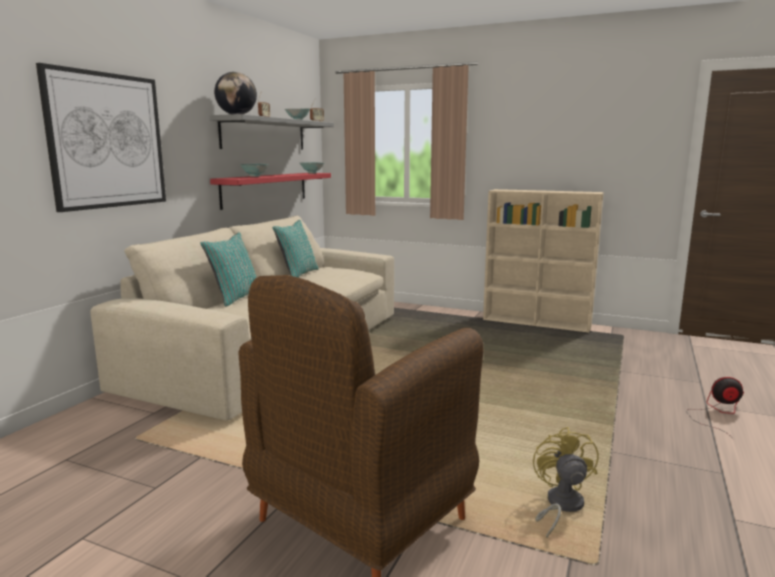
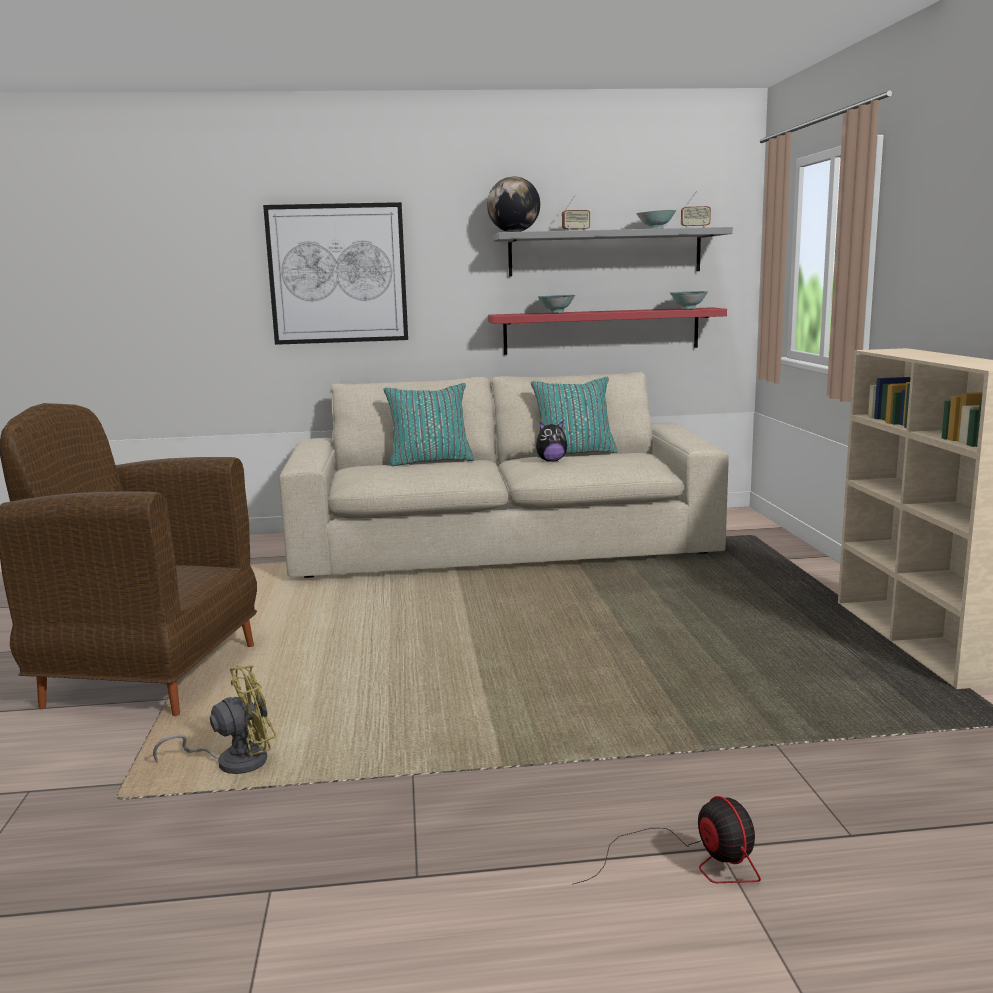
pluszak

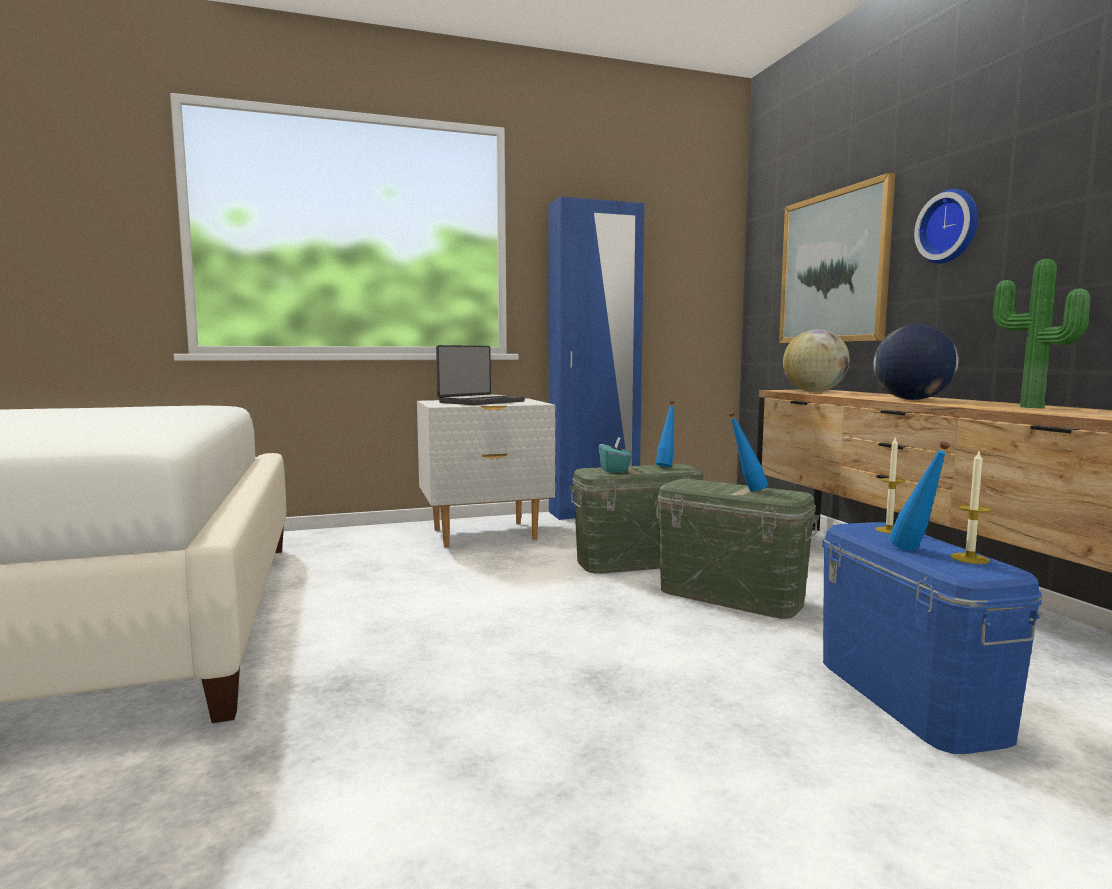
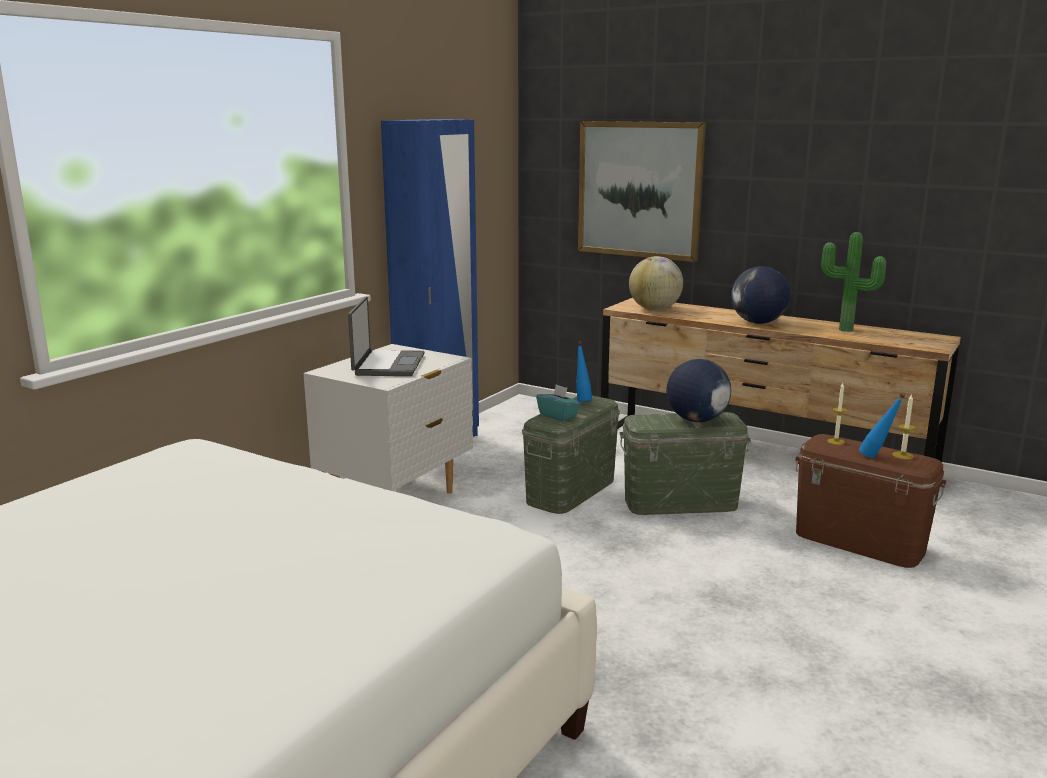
globus (no. 2 from left)
pojemnik do przechowywania (brązowy)
zegar ścienny

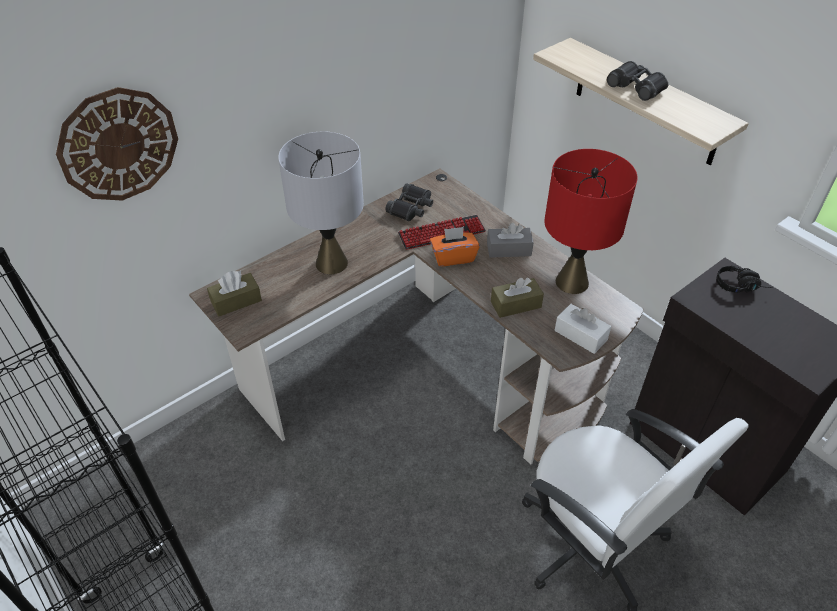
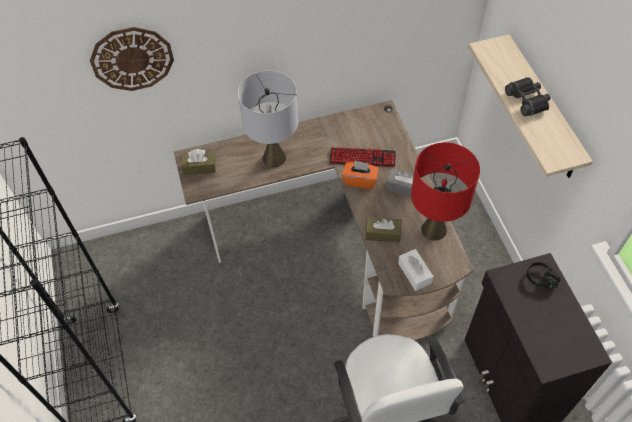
lornetka (czarny) (no. 1 from left in the first image)

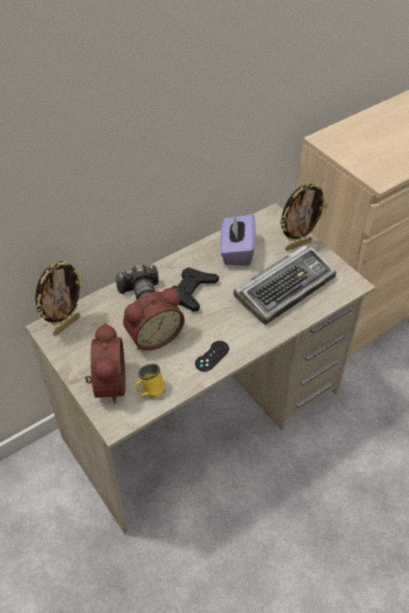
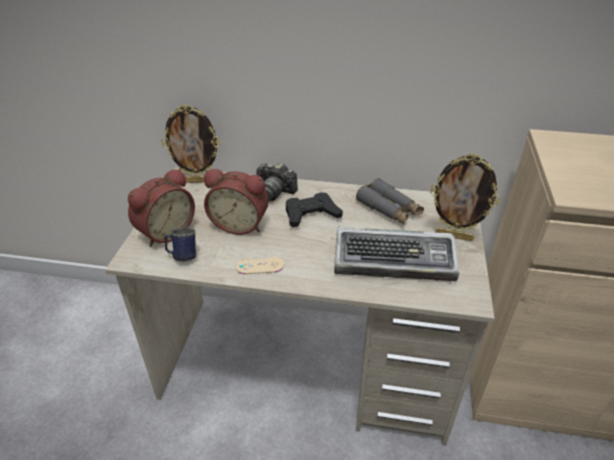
kubek (niebieski)
pad do gier (beżowy)
lornetka (szary)

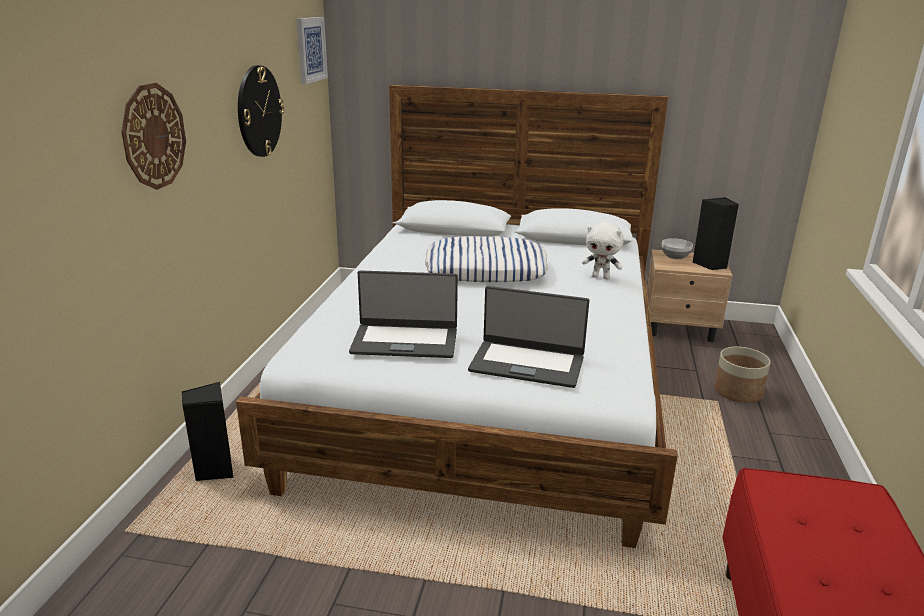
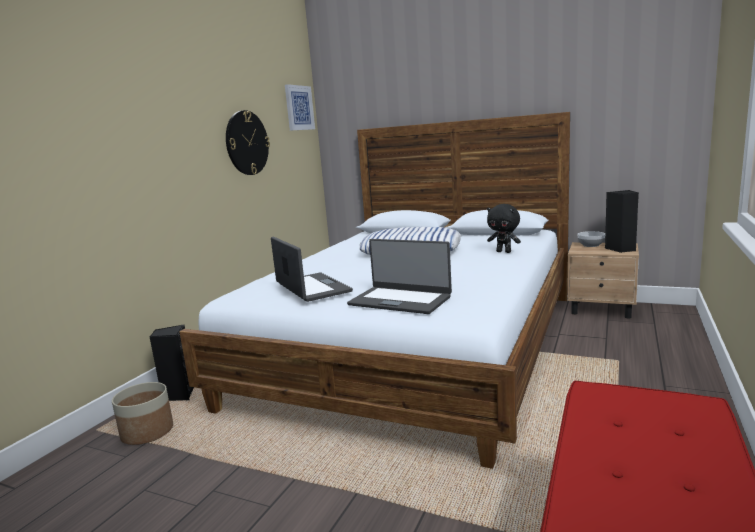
donica
laptop (no. 1 from left)
pluszak (czarny)
zegar ścienny (no. 1 from left in the first image)

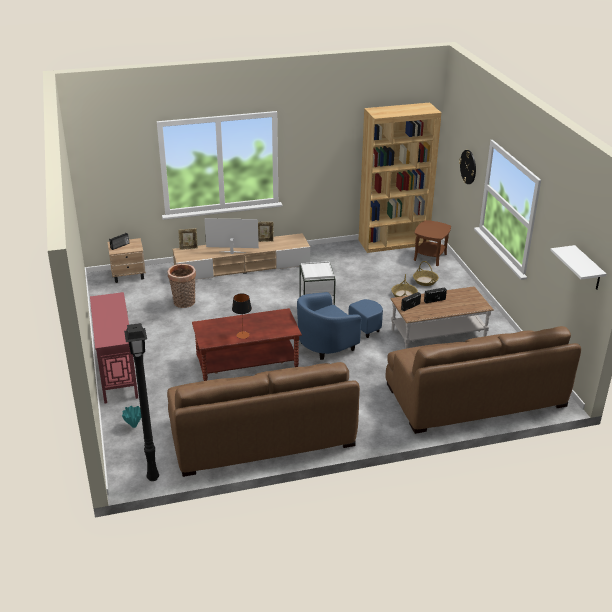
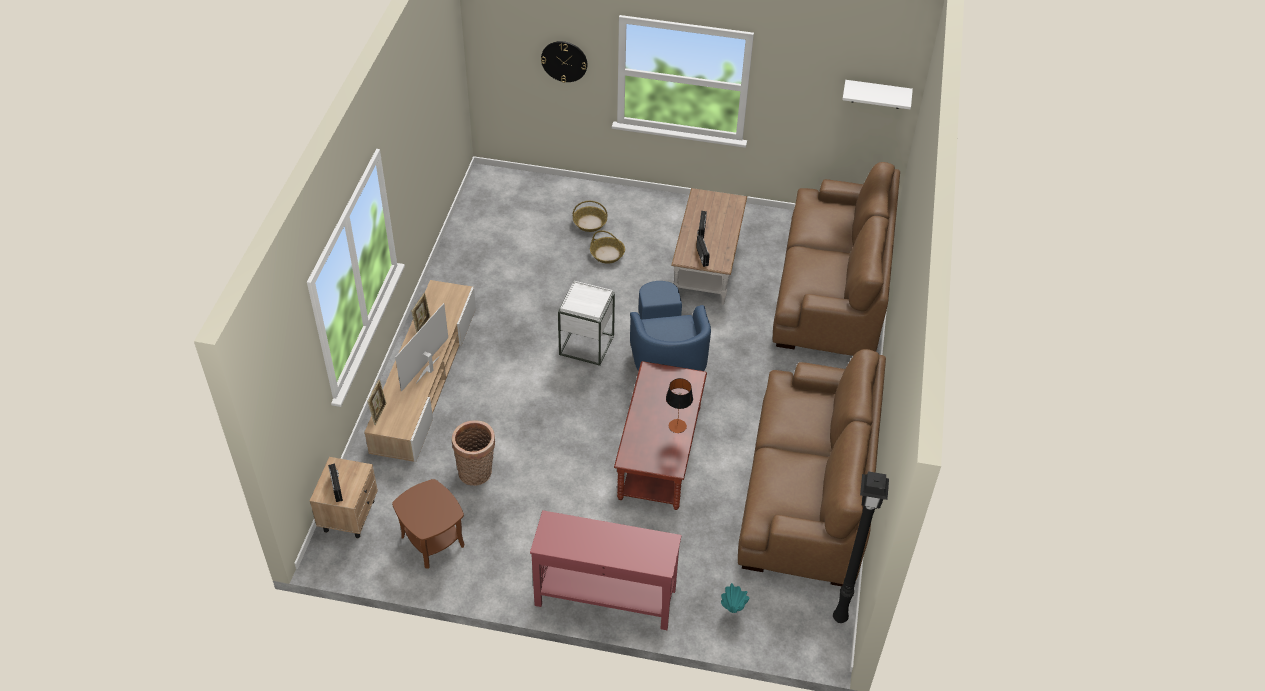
stolik (brązowy)
regał (brązowy)

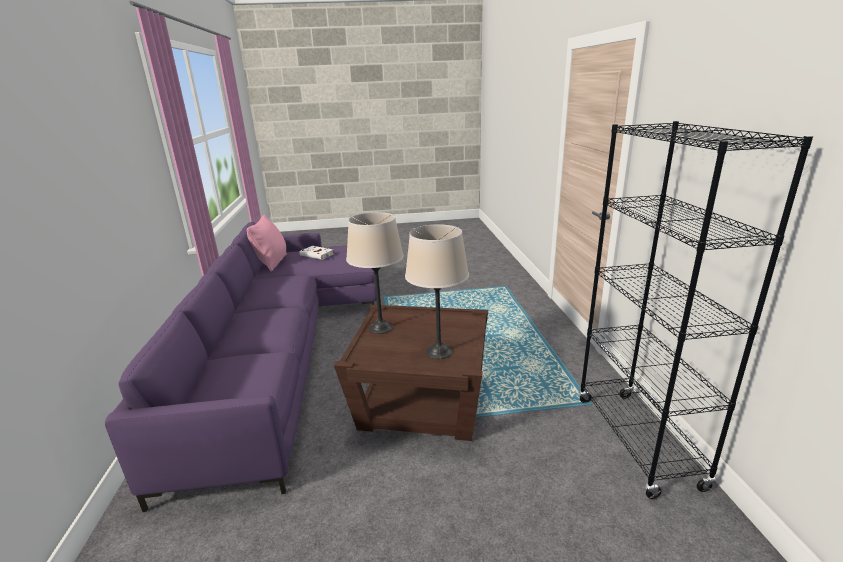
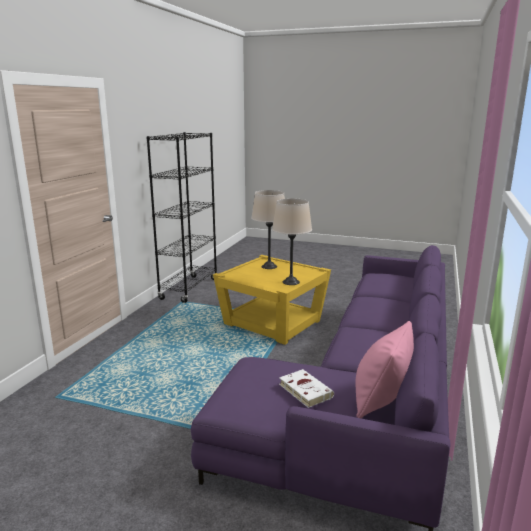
stolik (żółty)

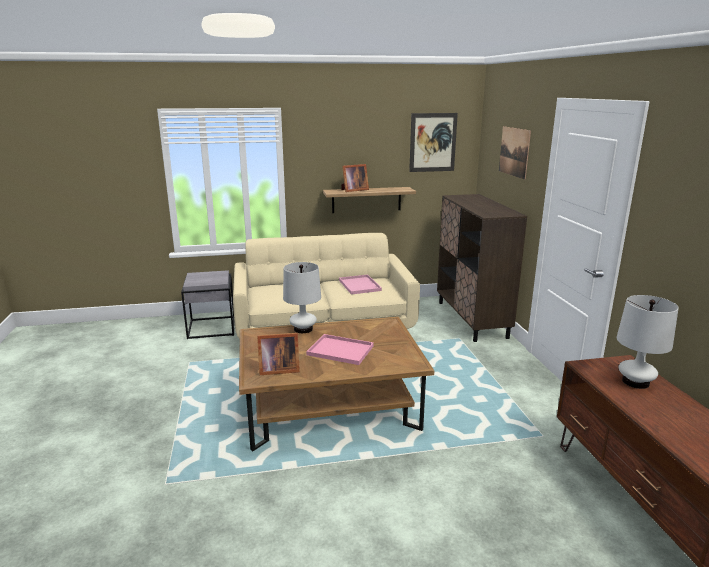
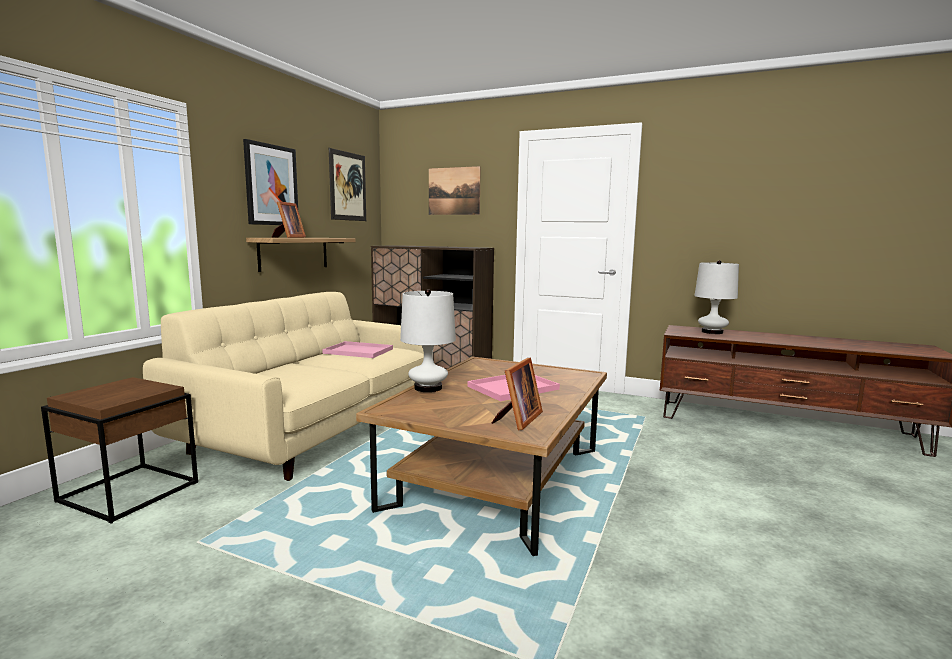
stolik (brązowy)
obraz (no. 1 from left)

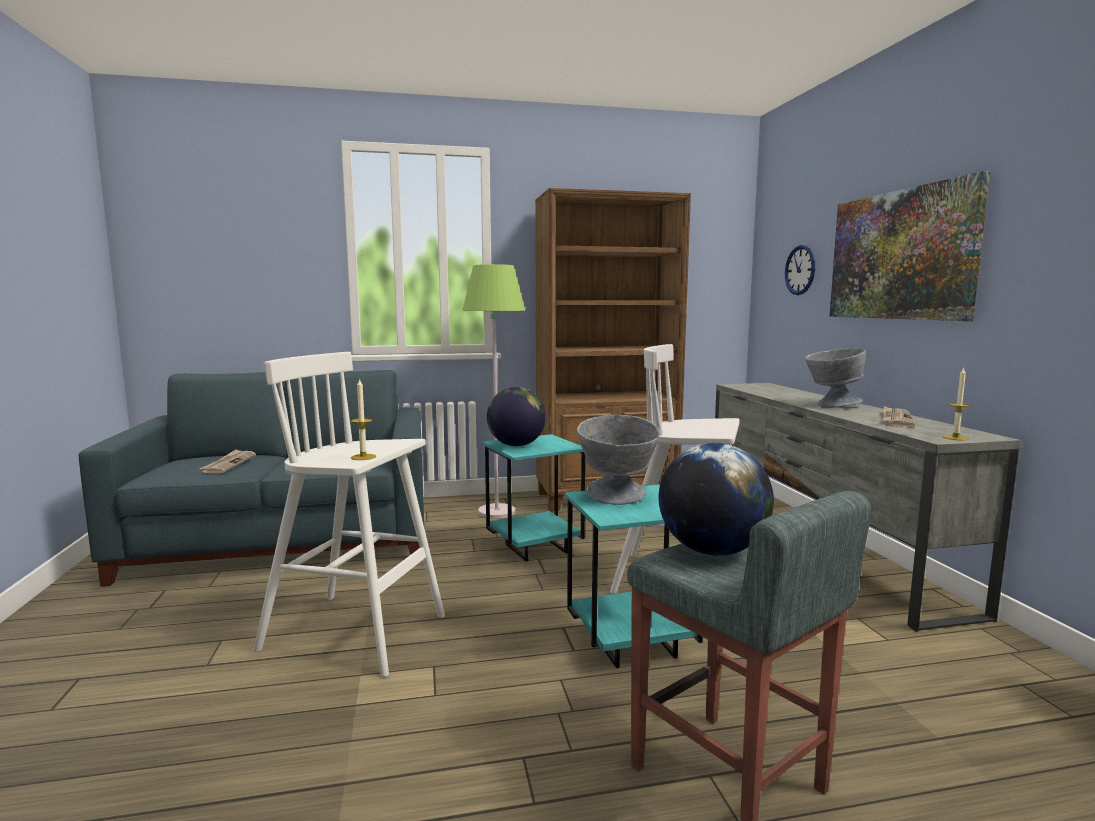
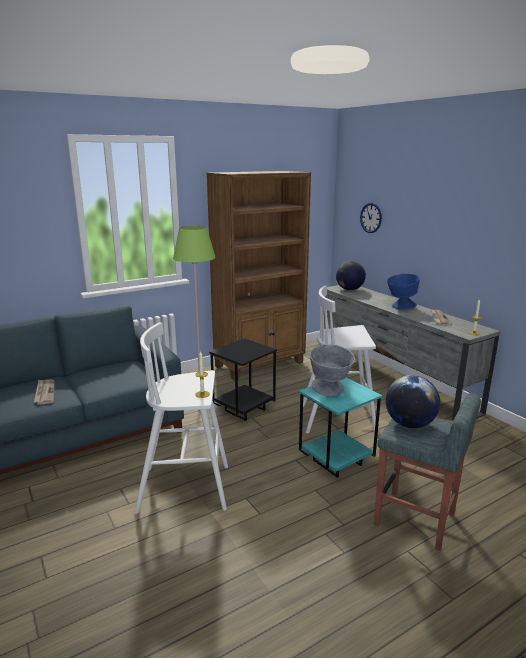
stolik (czarny)
globus (no. 1 from left)
miska (niebieski)
obraz

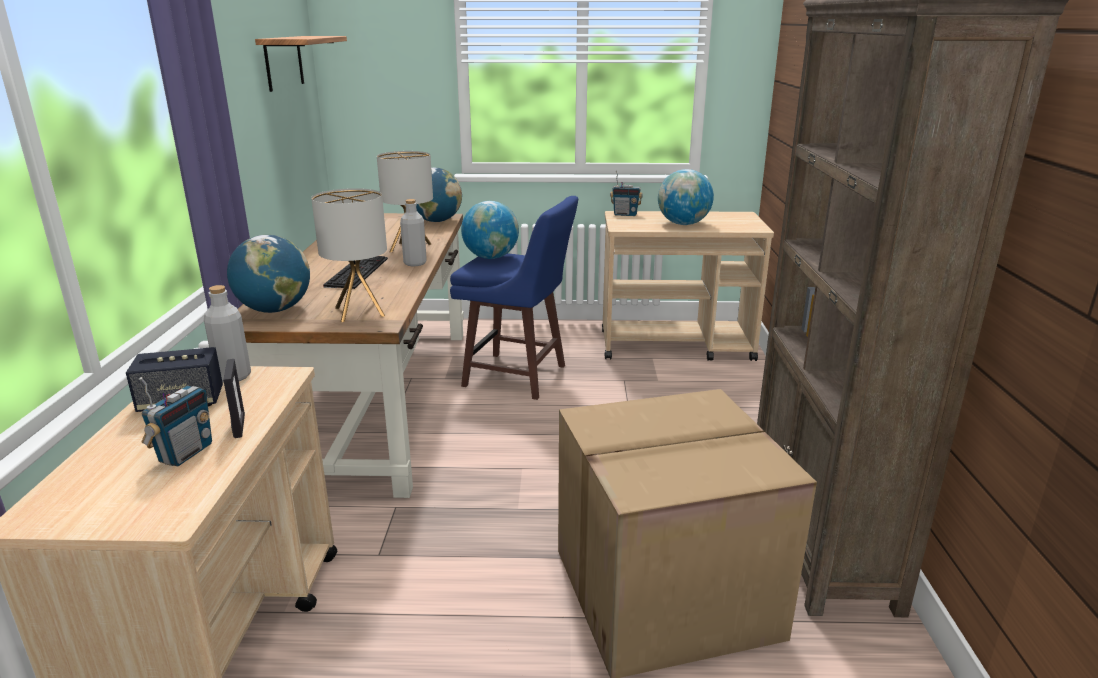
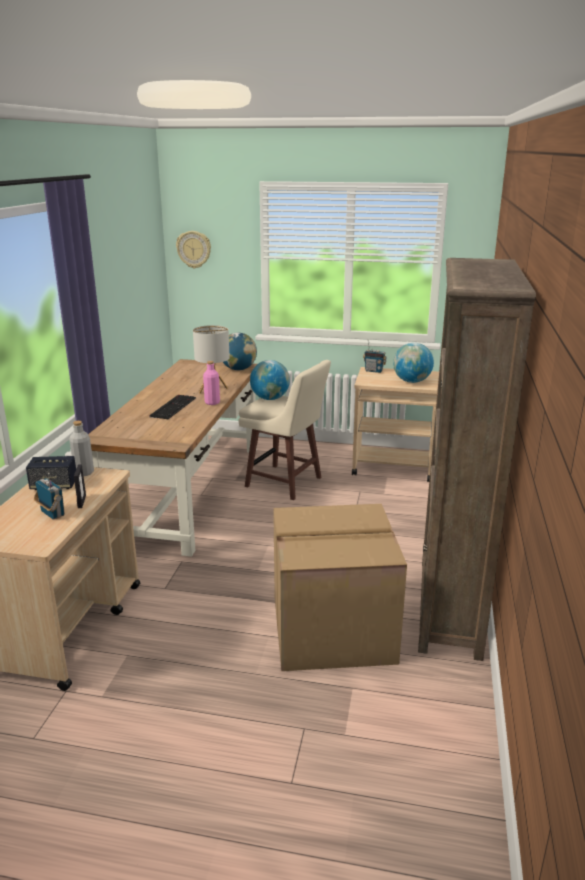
radio (no. 1 from left)
zegar ścienny
butelka (różowy)
stołek (beżowy)
globus (no. 1 from left in the first image)
półka
lampa stołowa (no. 1 from left in the first image)

